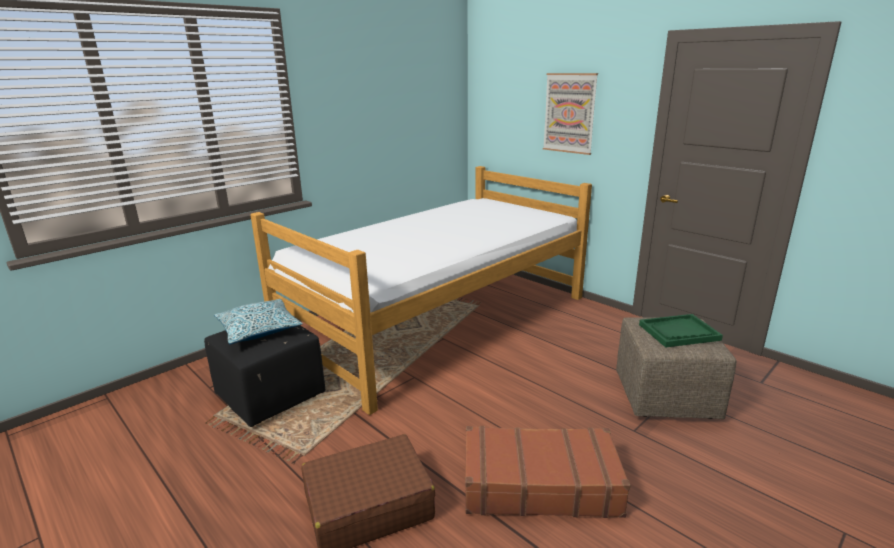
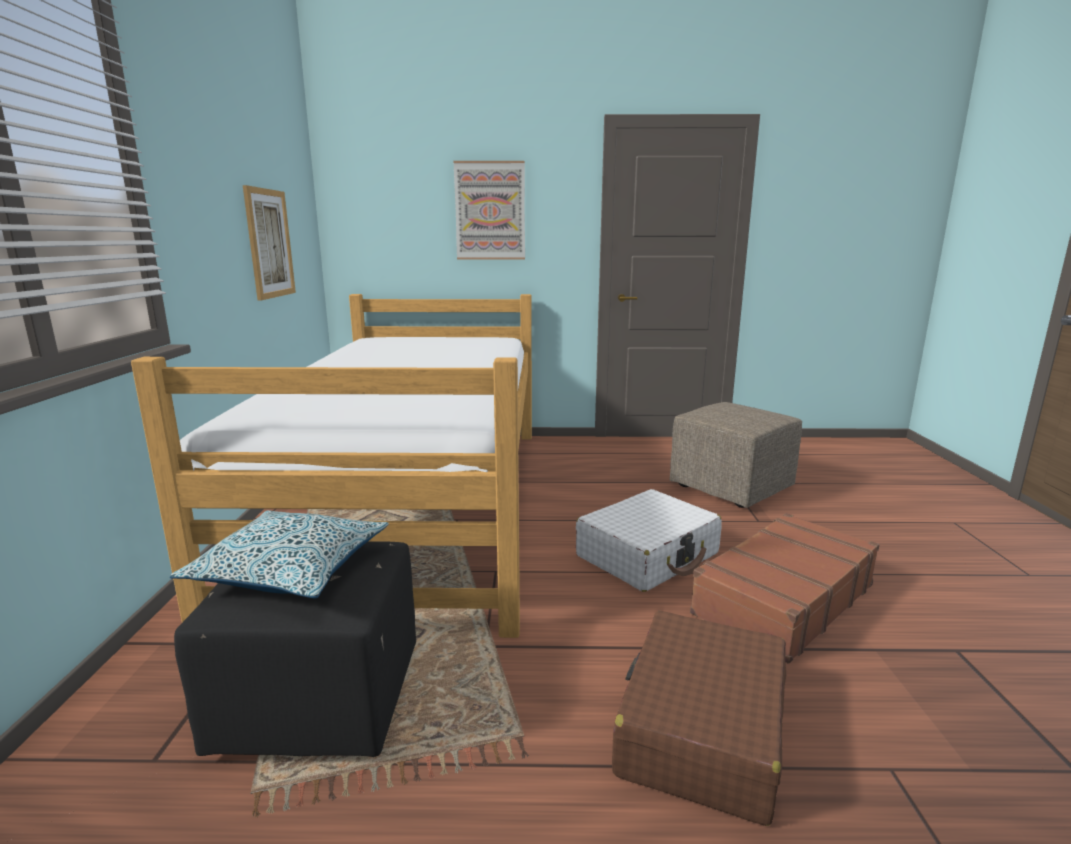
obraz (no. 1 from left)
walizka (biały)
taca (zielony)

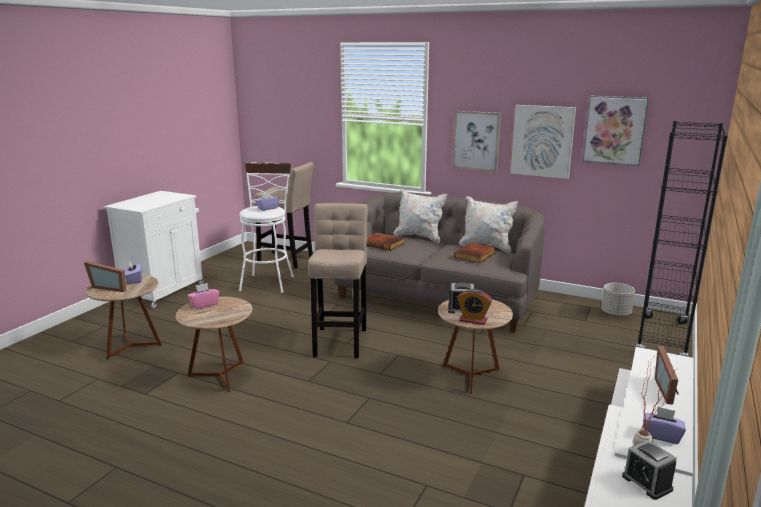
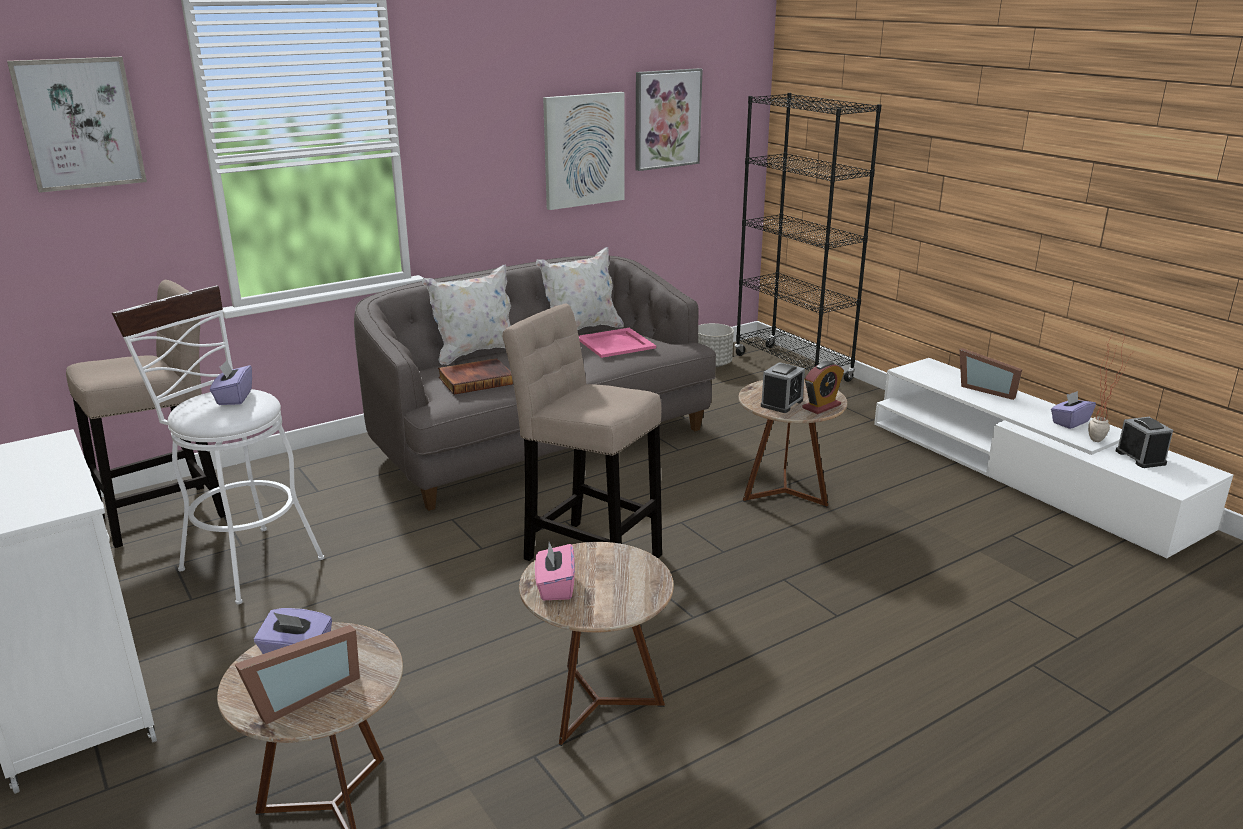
obraz (no. 1 from left)
taca (różowy)
budzik (no. 3 from left)

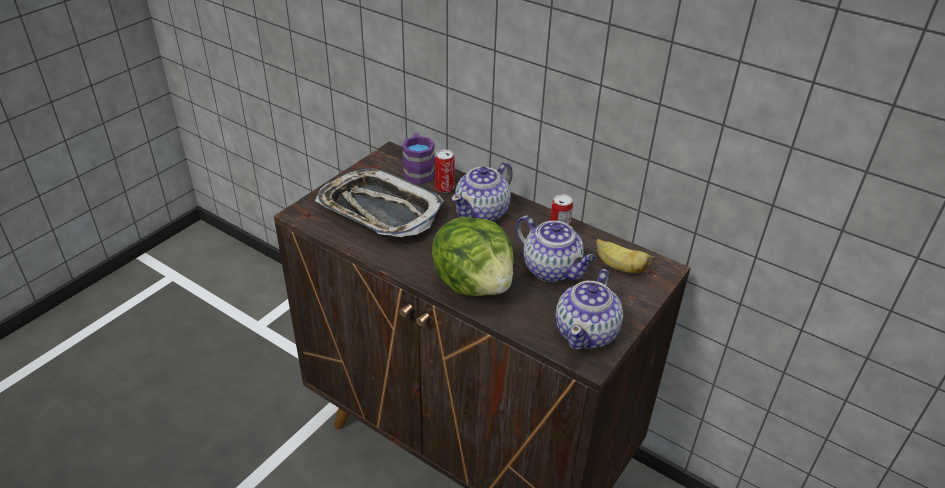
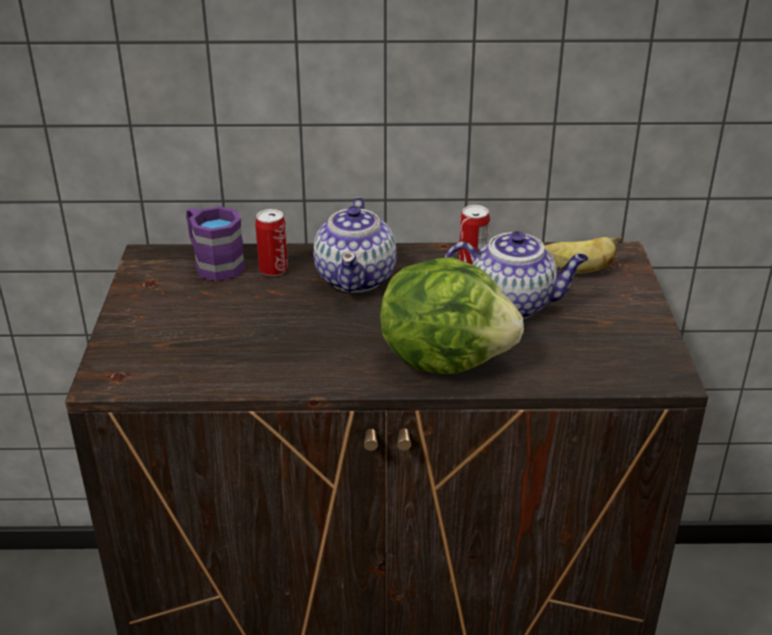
taca
imbryk (no. 3 from left in the first image)

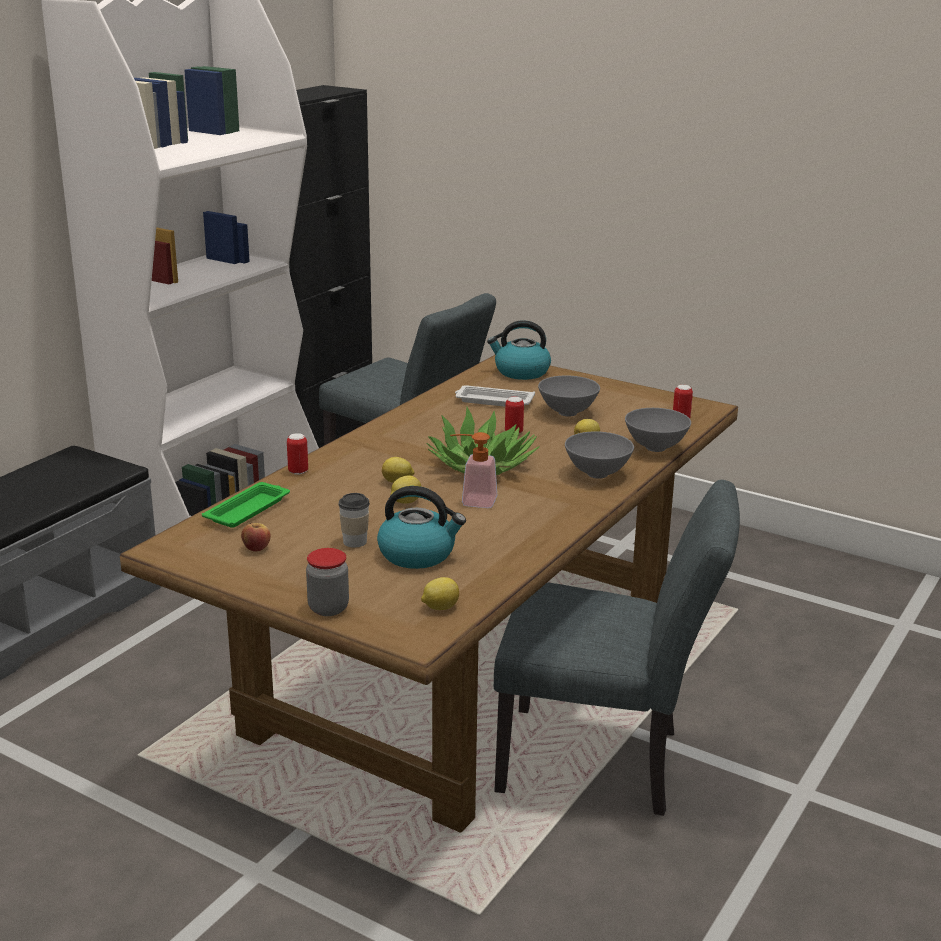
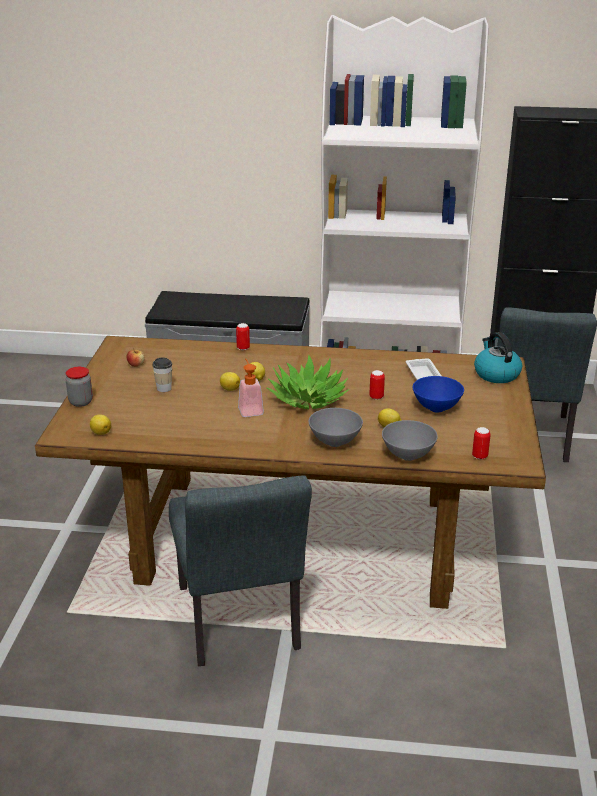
miska (niebieski)
taca (zielony)
czajnik (no. 1 from left in the first image)

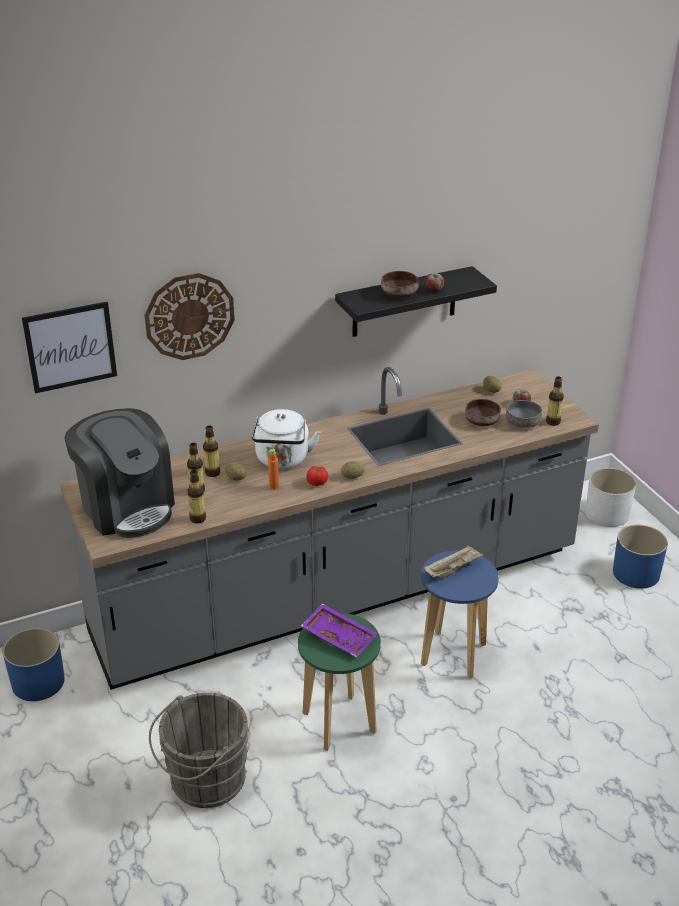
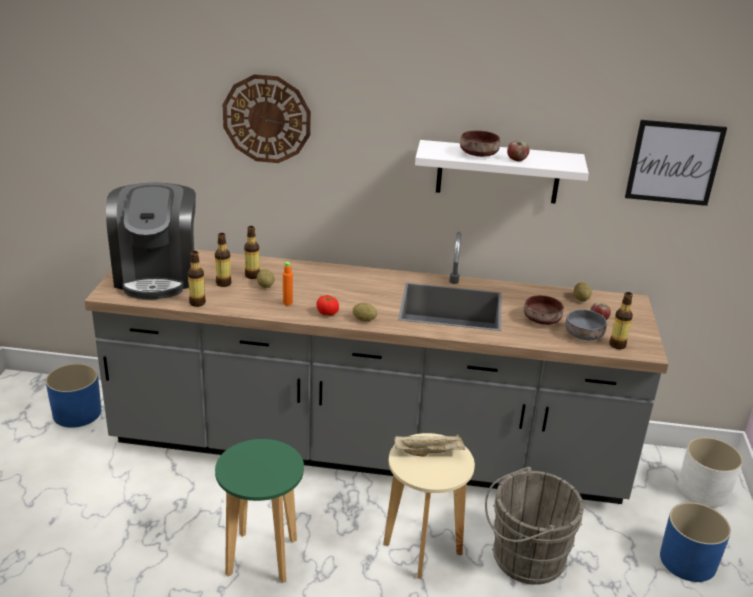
stołek (beżowy)
półka (biały)
wiadro (szary)
obraz
czajnik (biały)
taca (fioletowy)

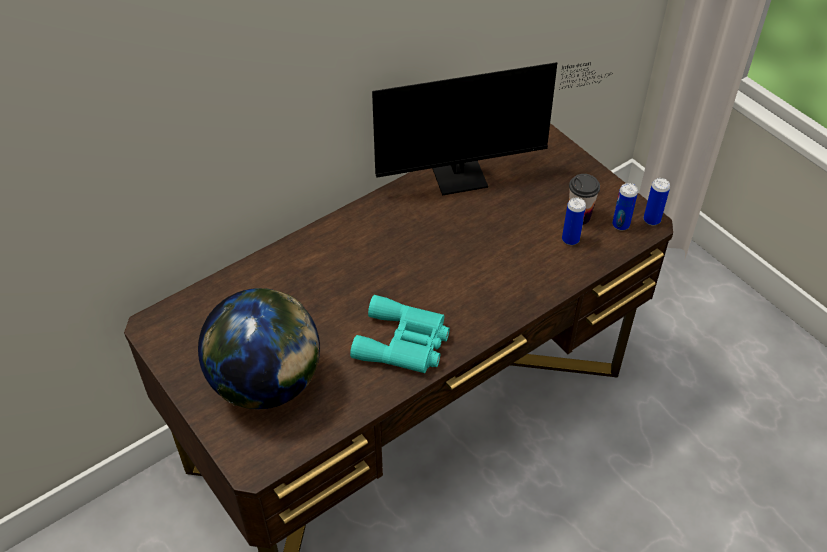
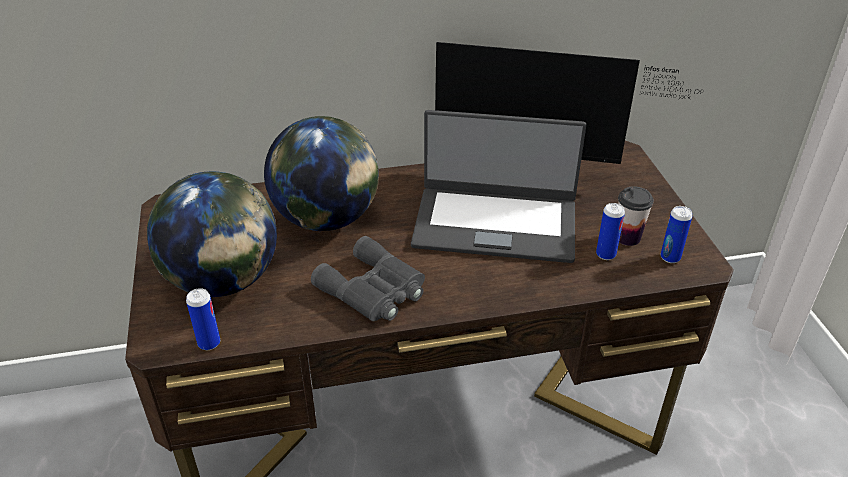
puszka (no. 1 from left)
globus (no. 2 from left)
lornetka (szary)
laptop

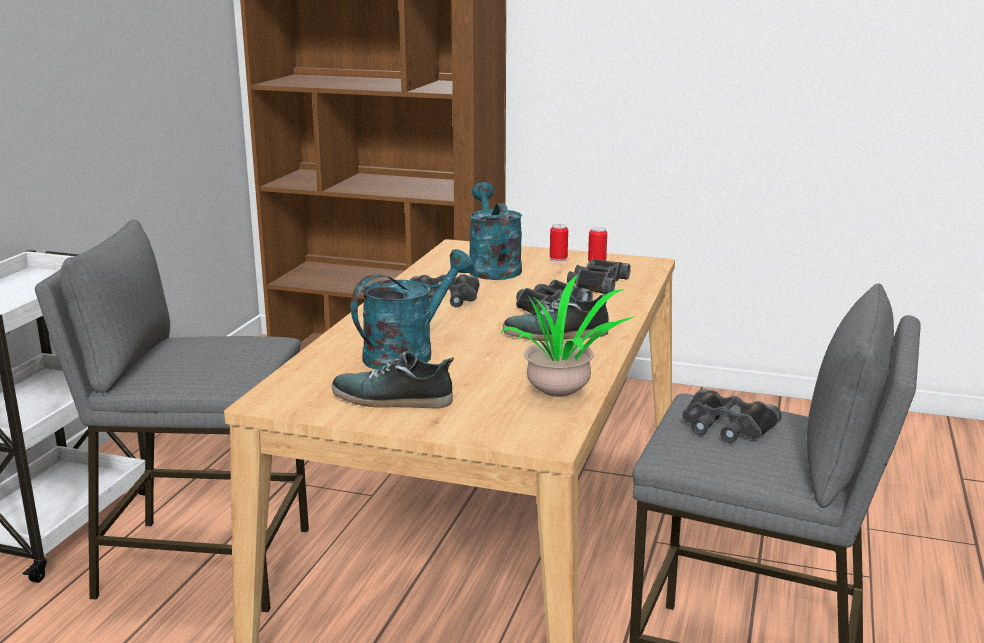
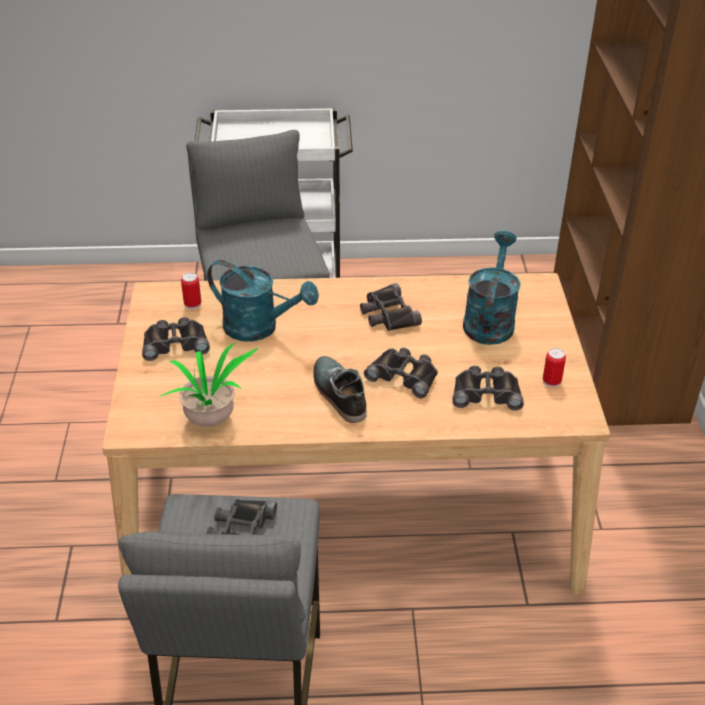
lornetka (czarny) (no. 1 from left)
puszka (no. 1 from left)
konewka (turkusowy) (no. 2 from left)

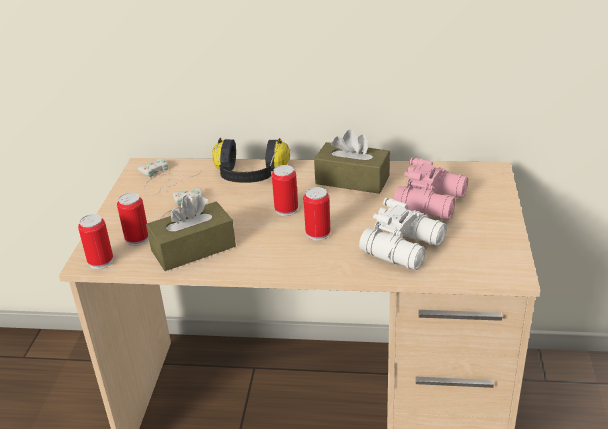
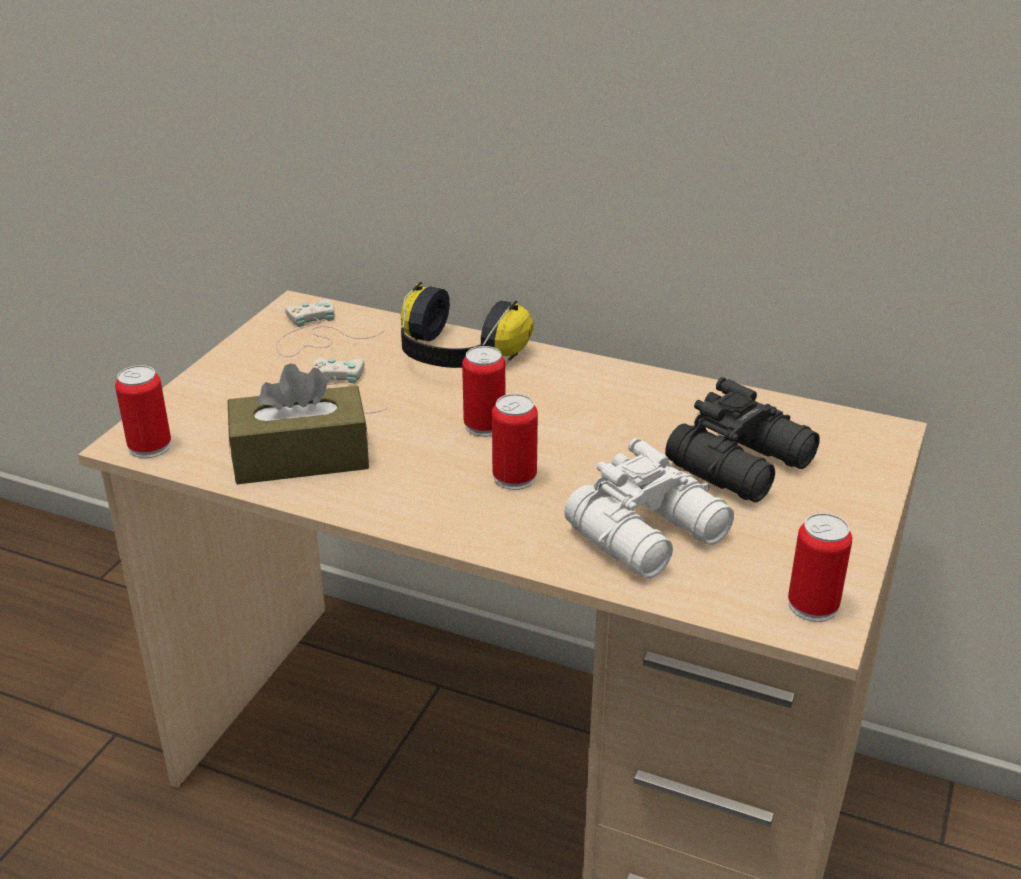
lornetka (czarny)
puszka (no. 4 from left)
pudełko chusteczek (brązowy) (no. 2 from left in the first image)

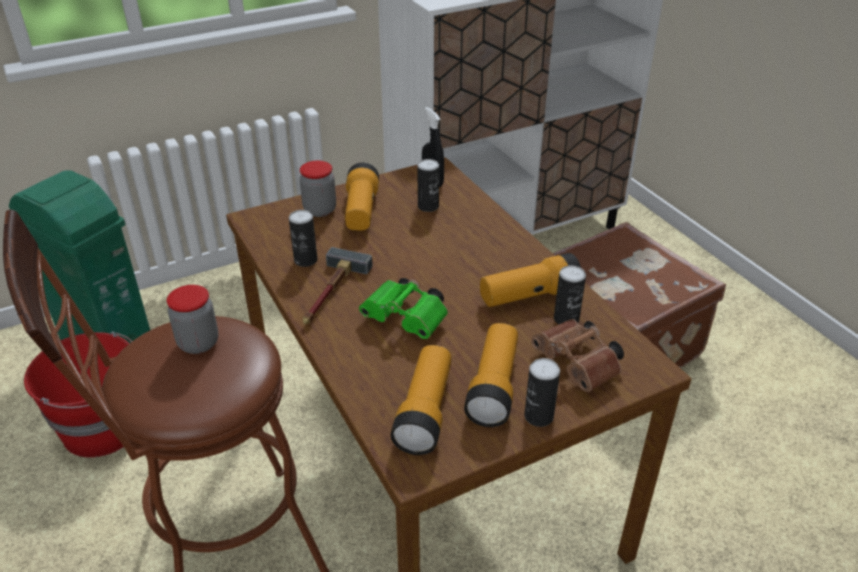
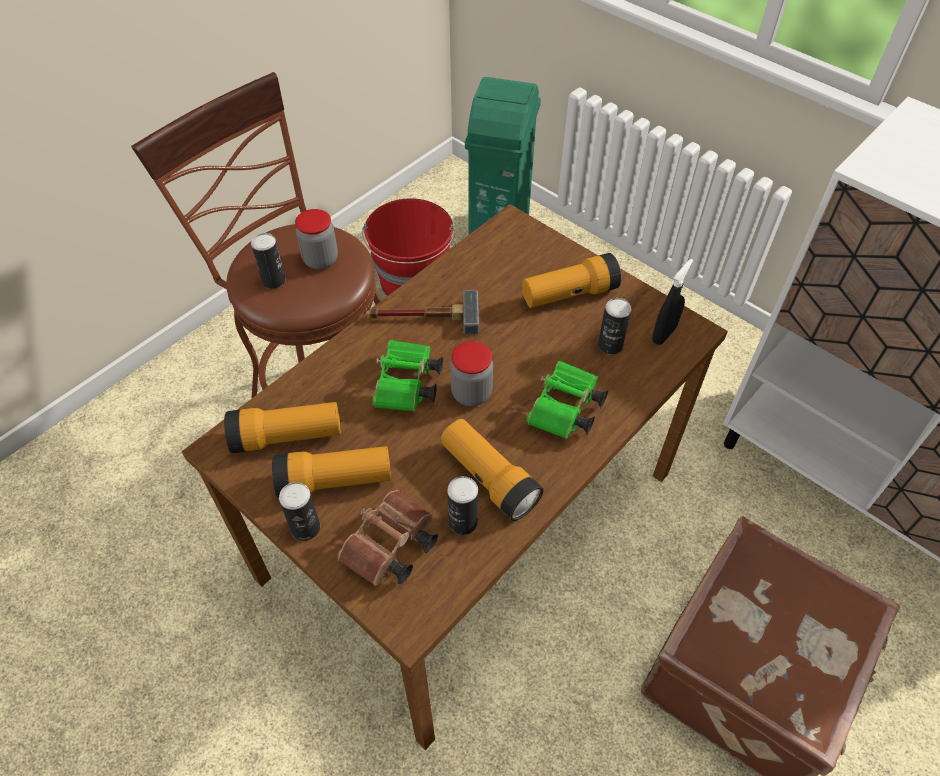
puszka (no. 1 from left)
słoik (no. 2 from left)
lornetka (zielony) (no. 2 from left)

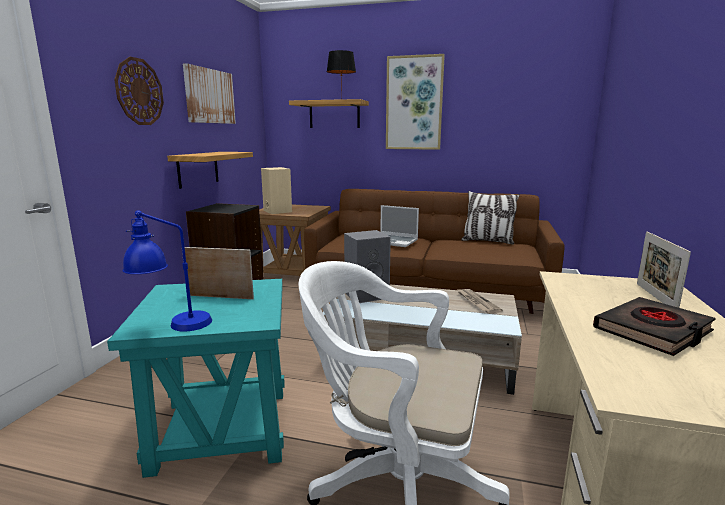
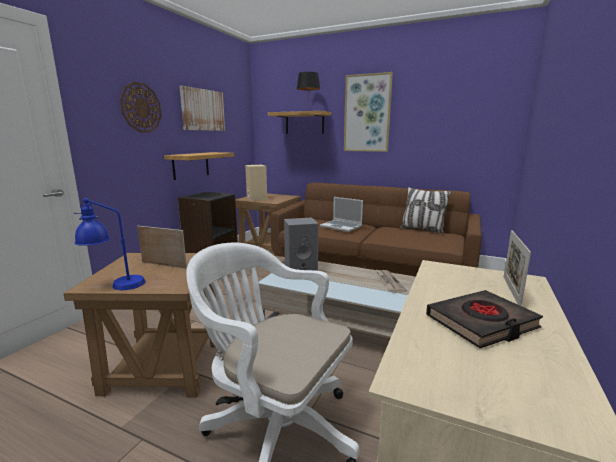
stolik (brązowy) (no. 1 from left)

